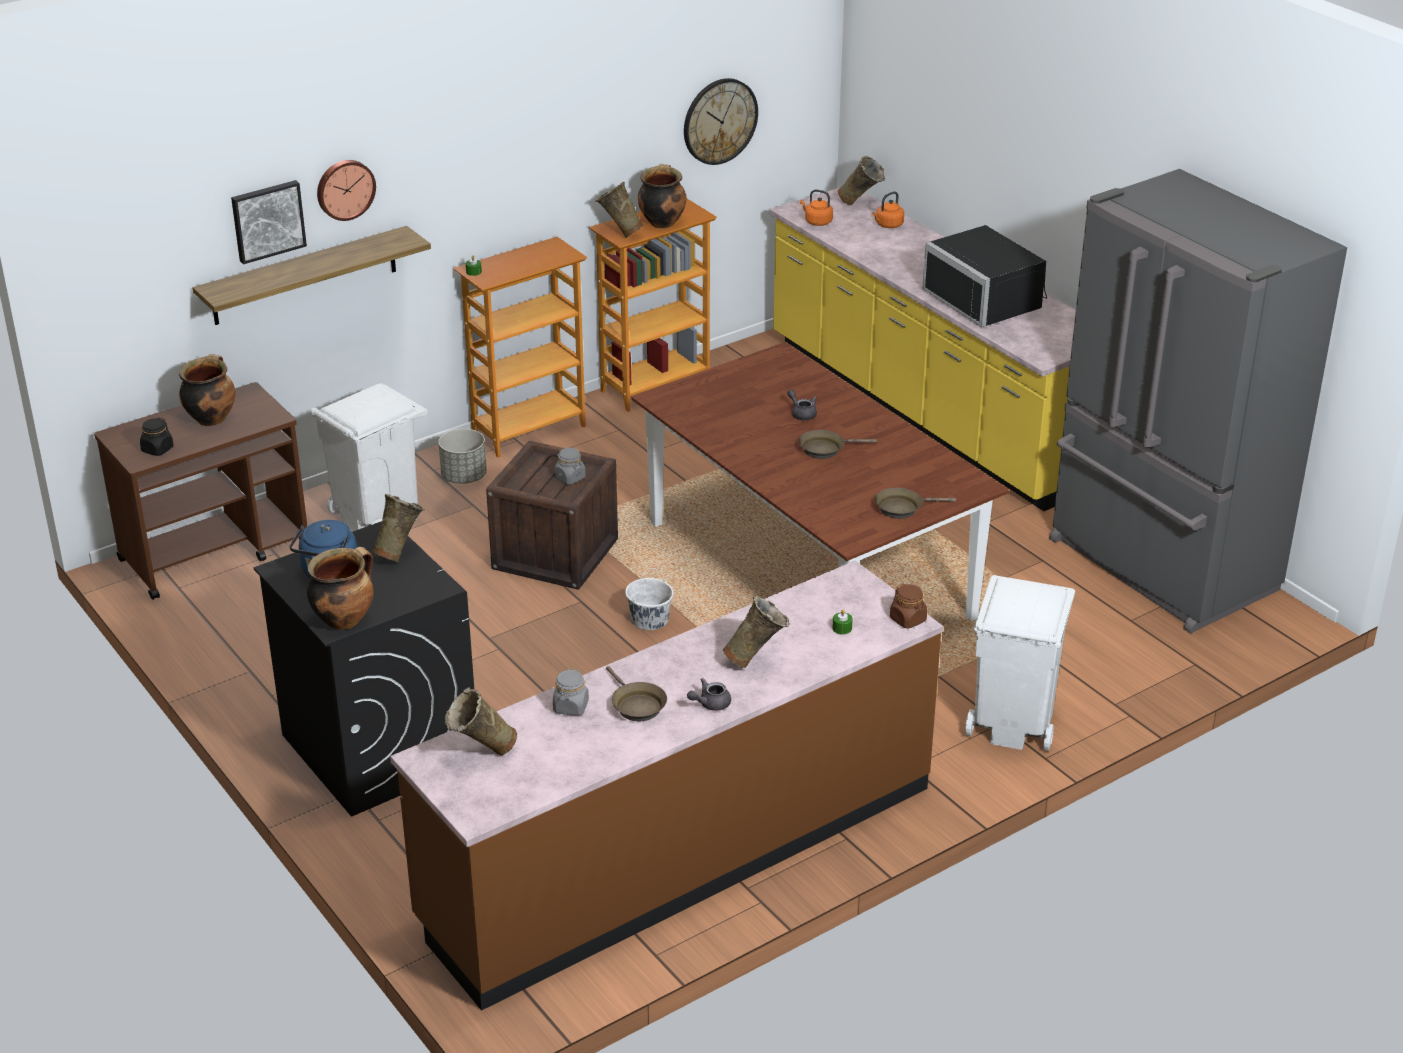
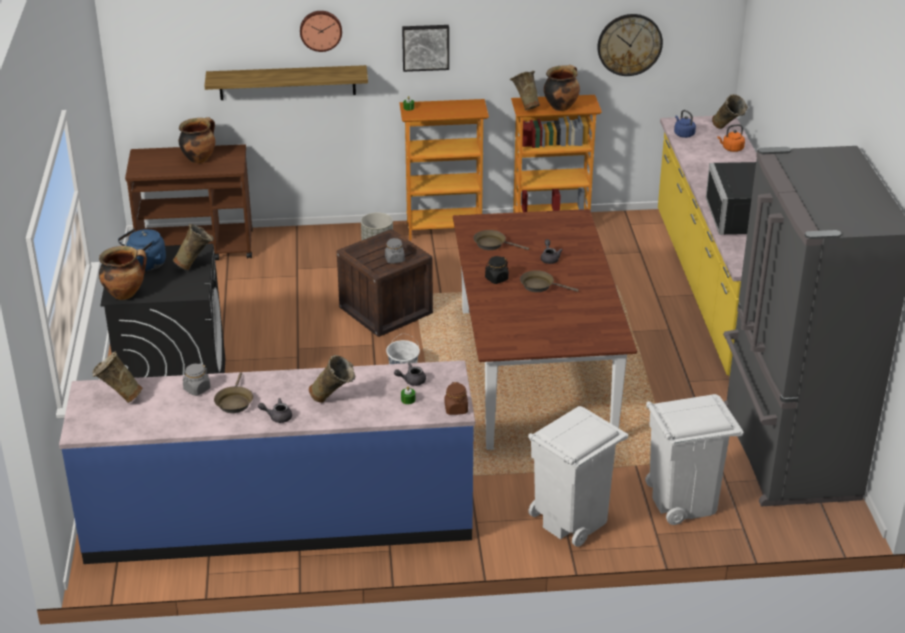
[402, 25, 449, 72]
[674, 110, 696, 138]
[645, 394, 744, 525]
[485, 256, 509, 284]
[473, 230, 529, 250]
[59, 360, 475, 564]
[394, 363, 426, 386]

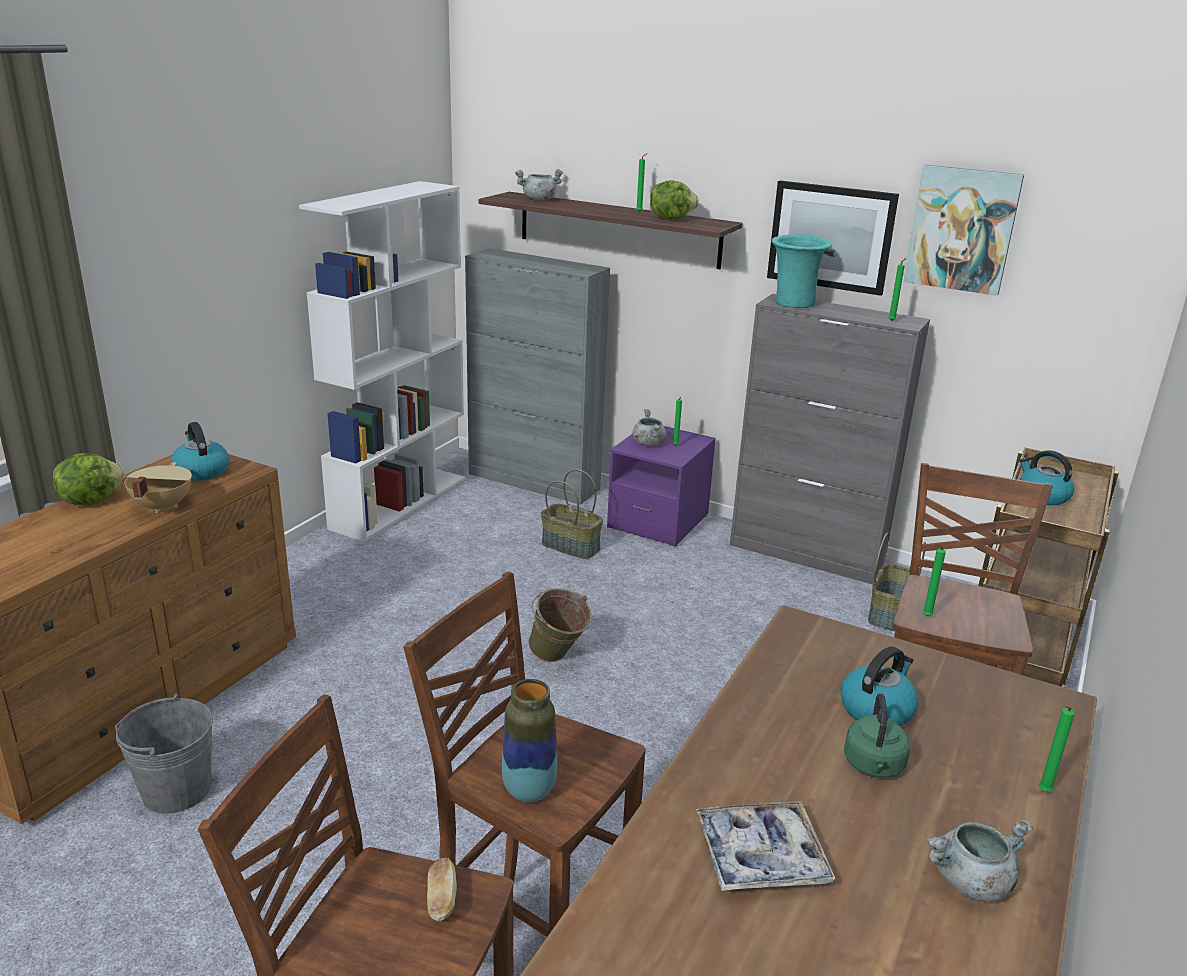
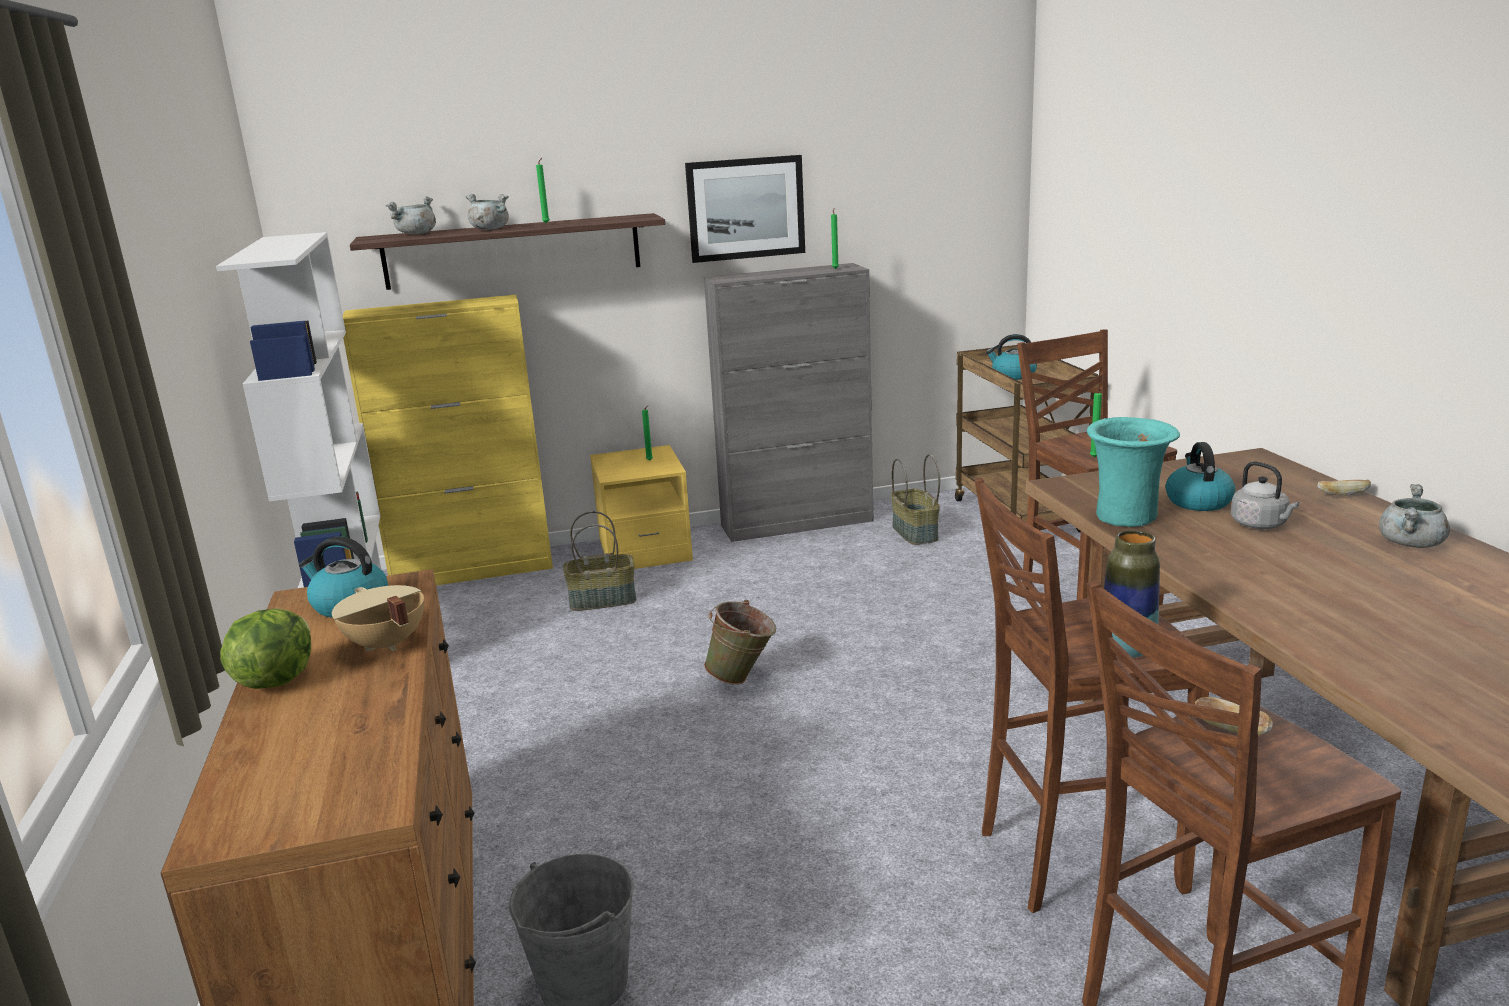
[903, 165, 1024, 296] (first image)
[650, 180, 699, 219] (first image)
[1087, 417, 1180, 527]
[343, 295, 553, 585]
[466, 194, 509, 230]
[590, 445, 693, 569]
[1231, 461, 1299, 529]
[1317, 480, 1371, 496]
[696, 801, 835, 891] (first image)

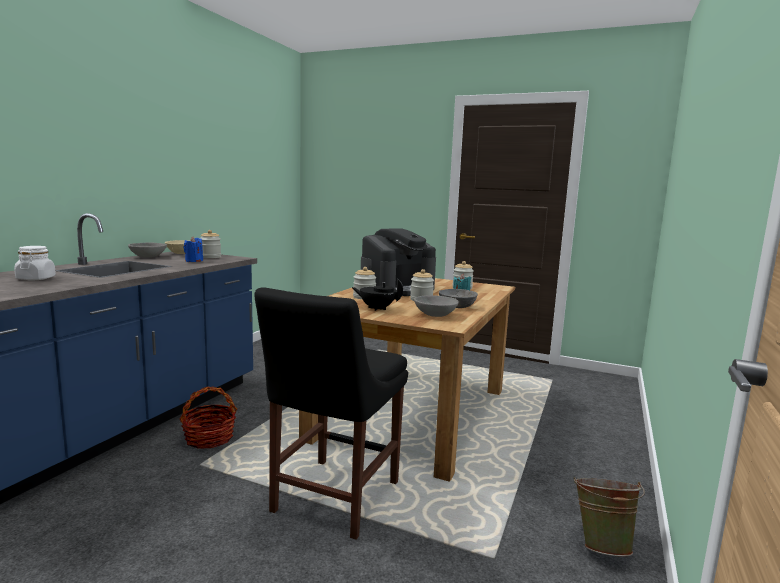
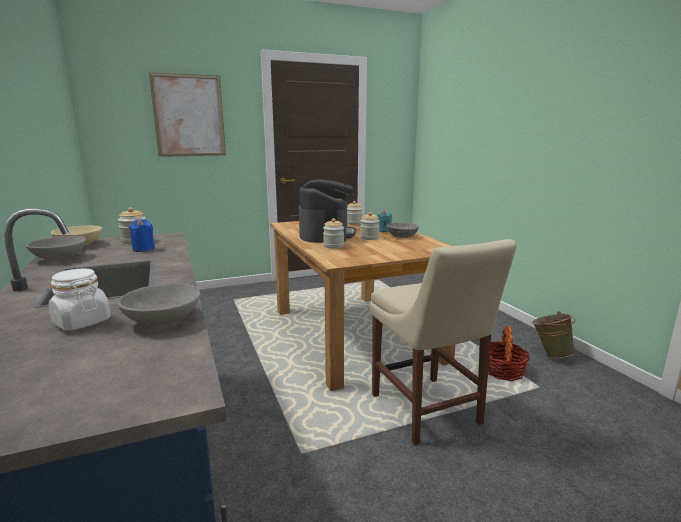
[352, 279, 403, 311] (first image)
[370, 239, 517, 445]
[117, 283, 200, 326]
[488, 326, 530, 381]
[149, 72, 226, 157]

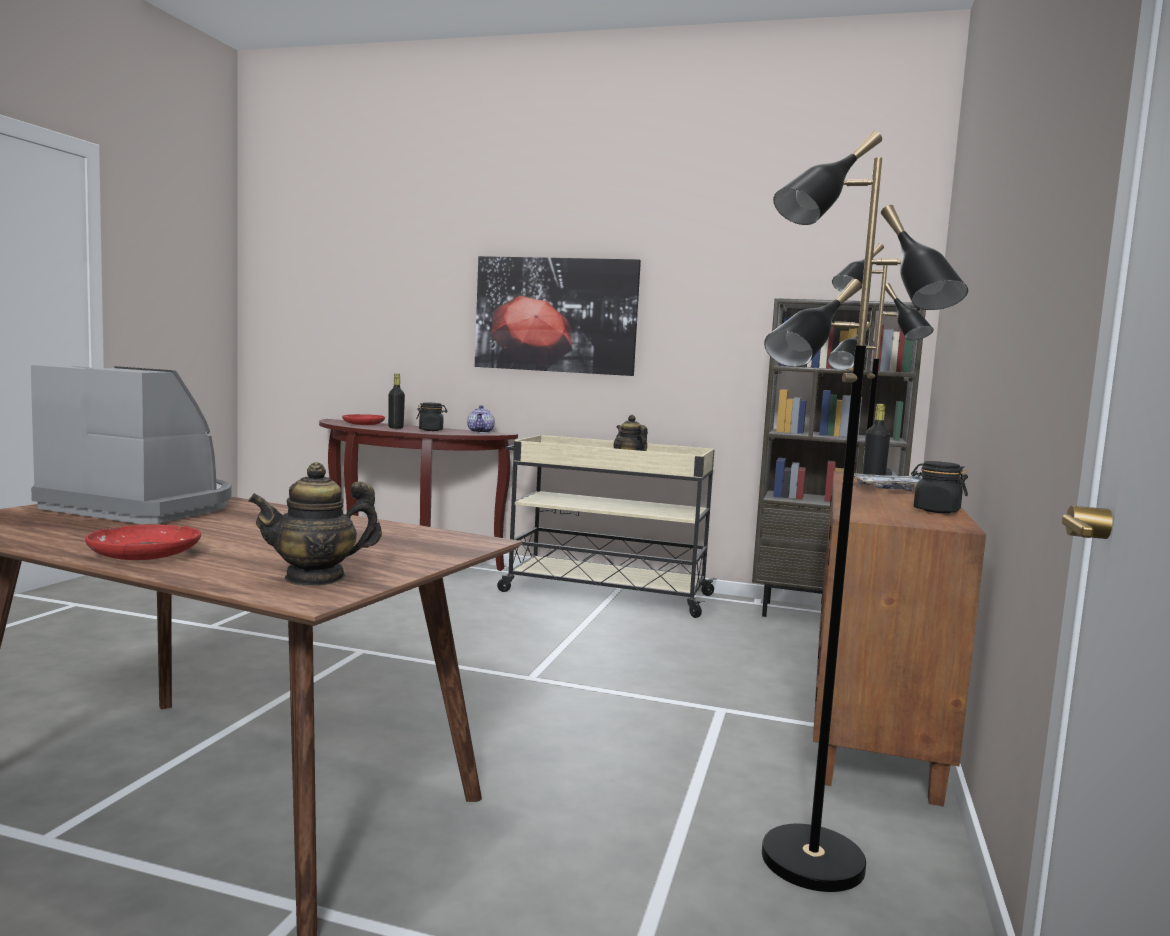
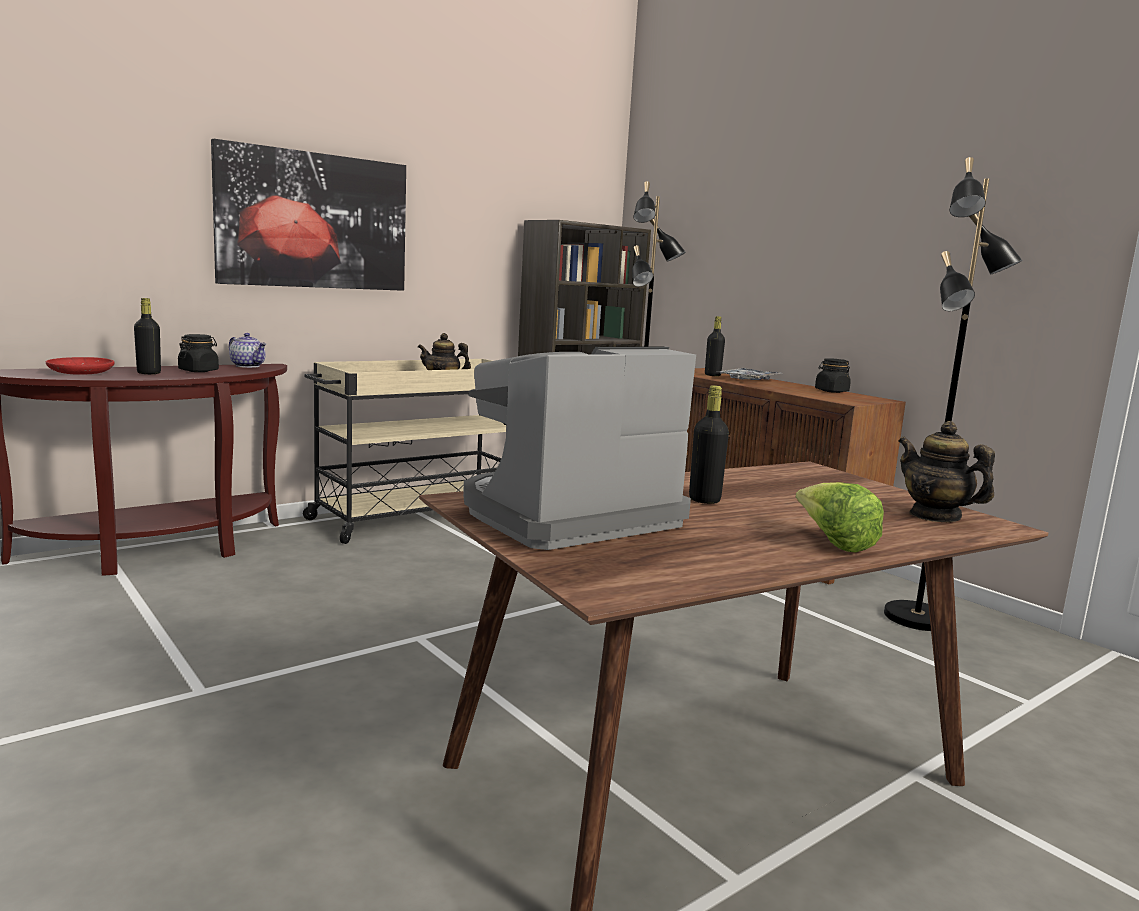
[898, 421, 995, 522]
[796, 482, 884, 552]
[689, 385, 729, 504]

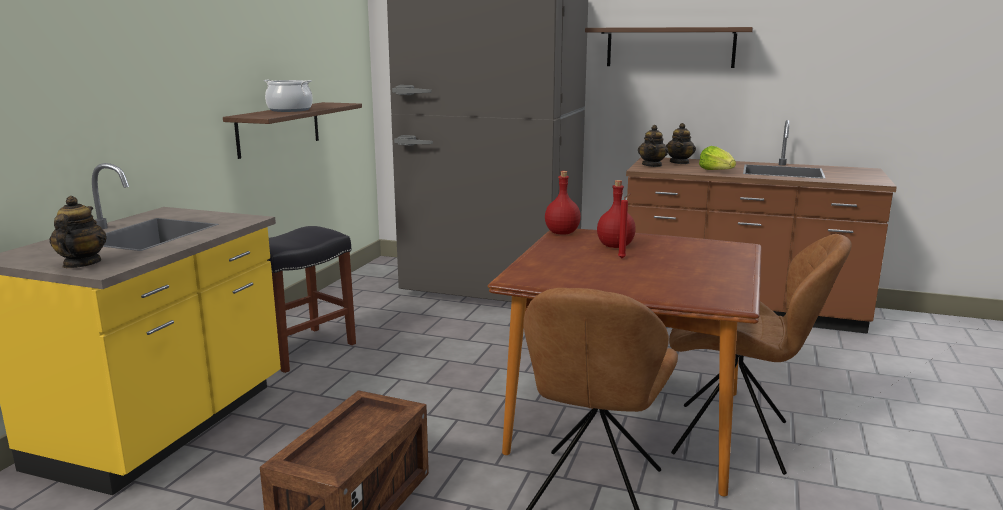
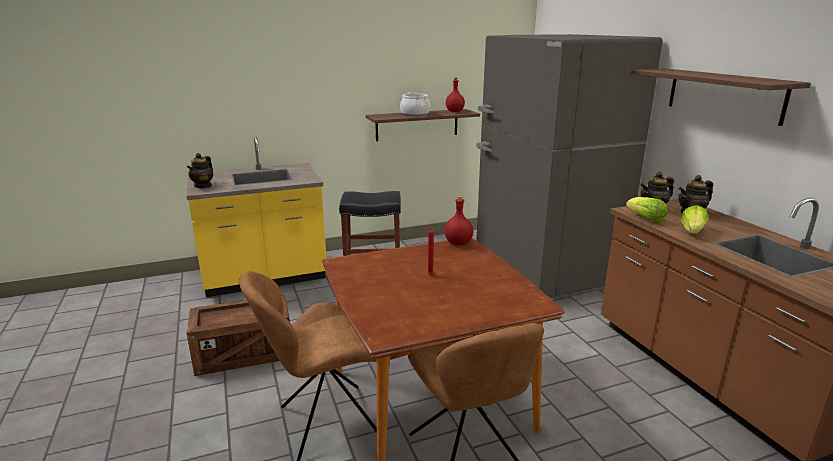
[446, 78, 465, 112]
[187, 153, 213, 188]
[626, 197, 667, 223]

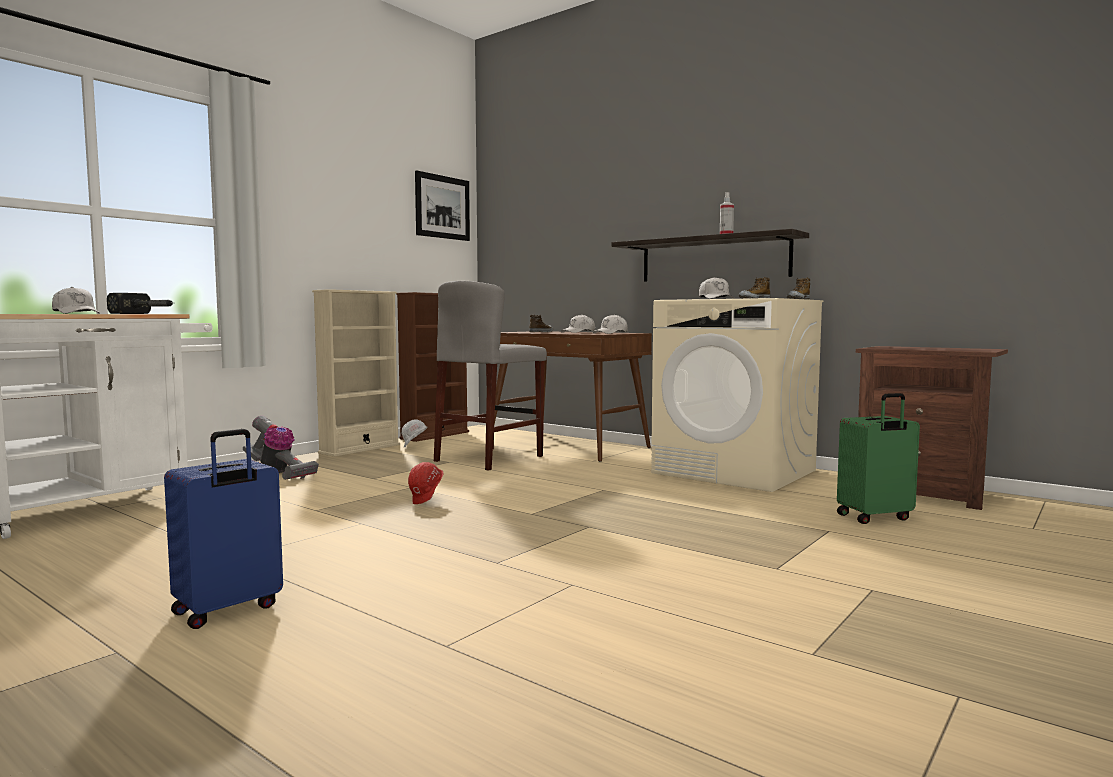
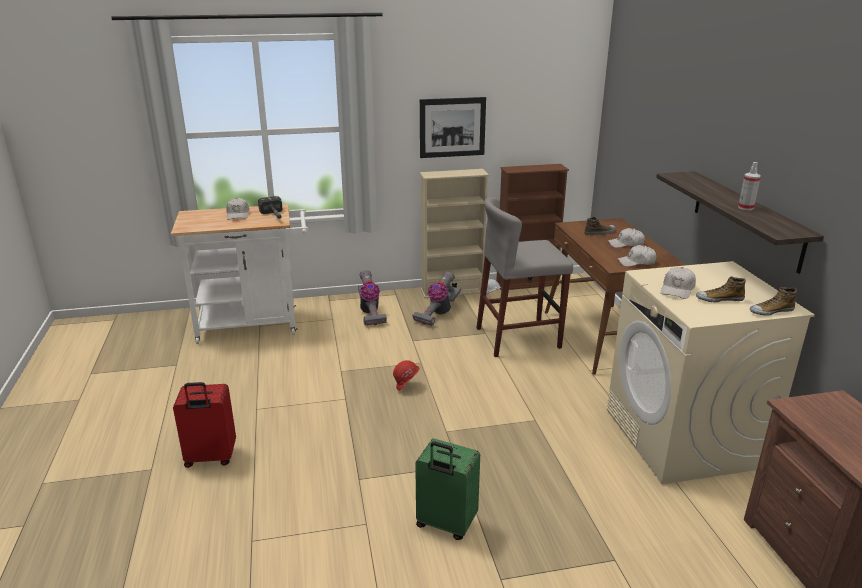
[420, 97, 486, 158]
[415, 439, 480, 540]
[173, 382, 236, 468]
[412, 272, 461, 326]

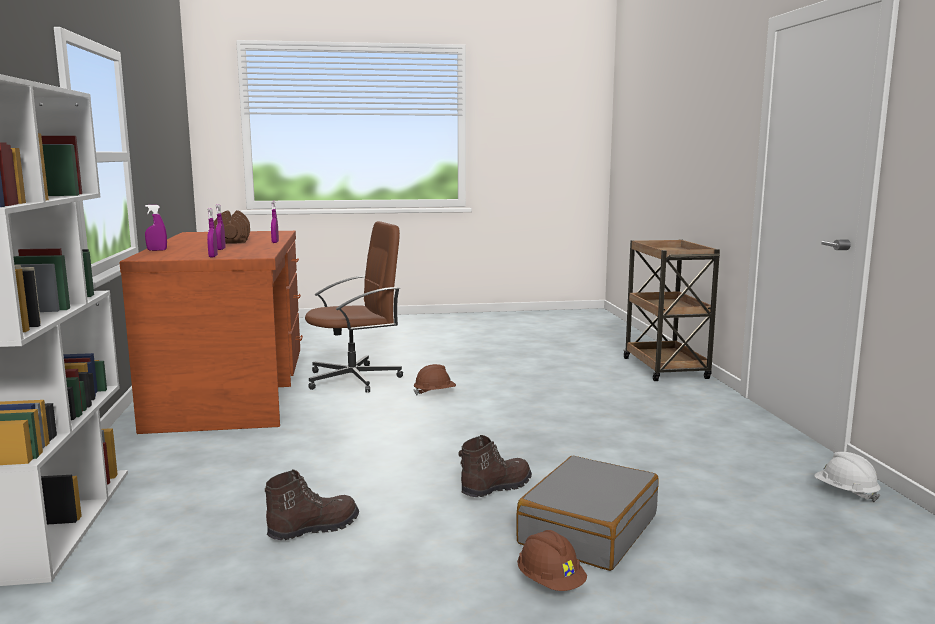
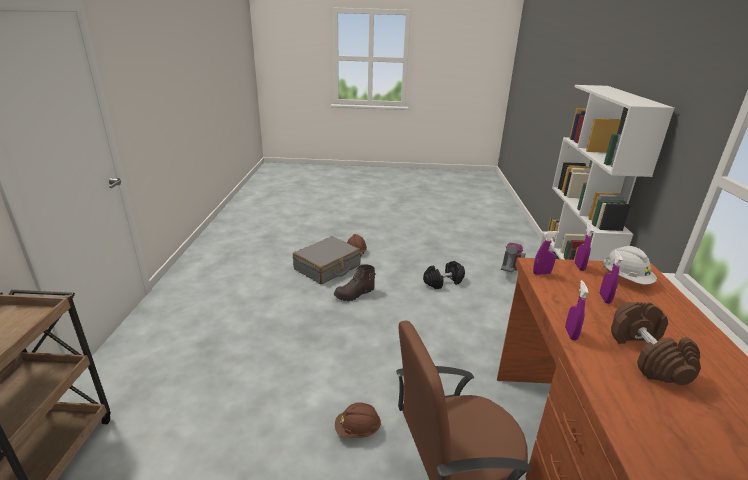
[533, 231, 559, 275]
[603, 246, 657, 285]
[423, 261, 465, 289]
[501, 243, 526, 272]

